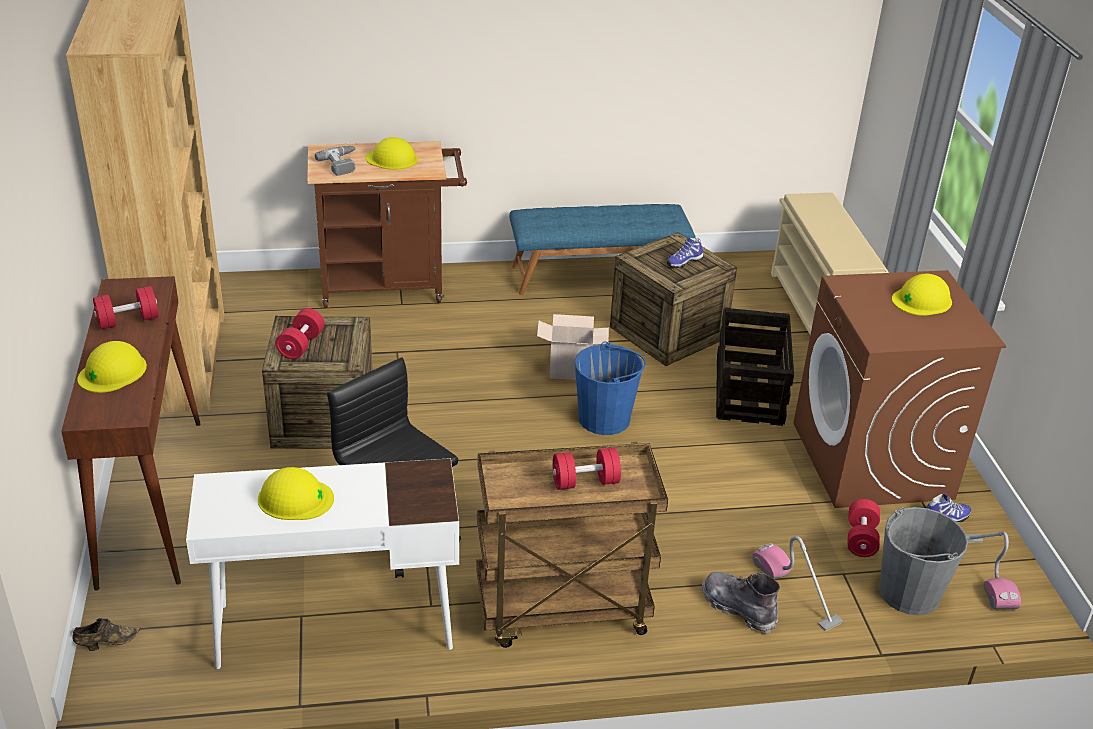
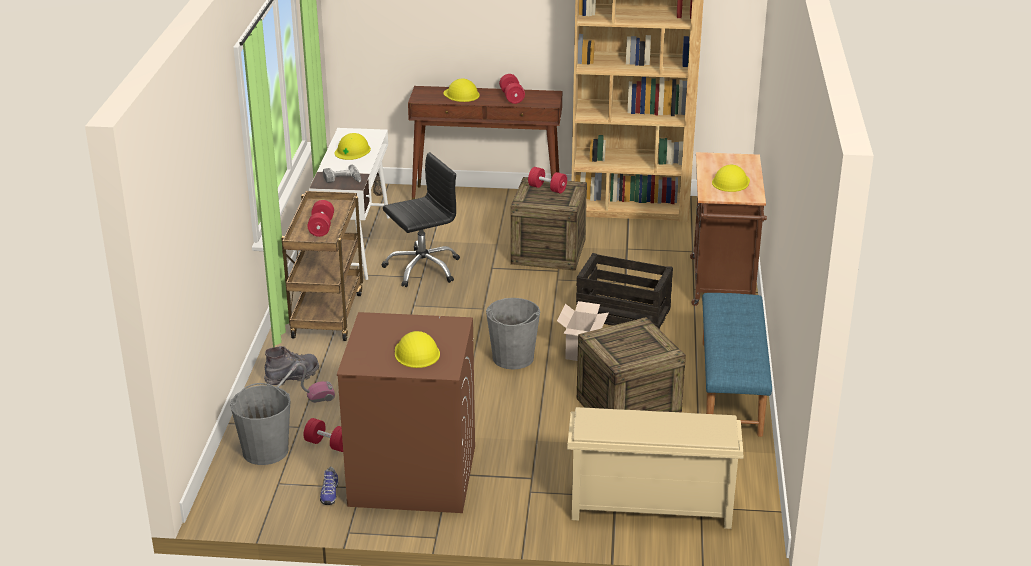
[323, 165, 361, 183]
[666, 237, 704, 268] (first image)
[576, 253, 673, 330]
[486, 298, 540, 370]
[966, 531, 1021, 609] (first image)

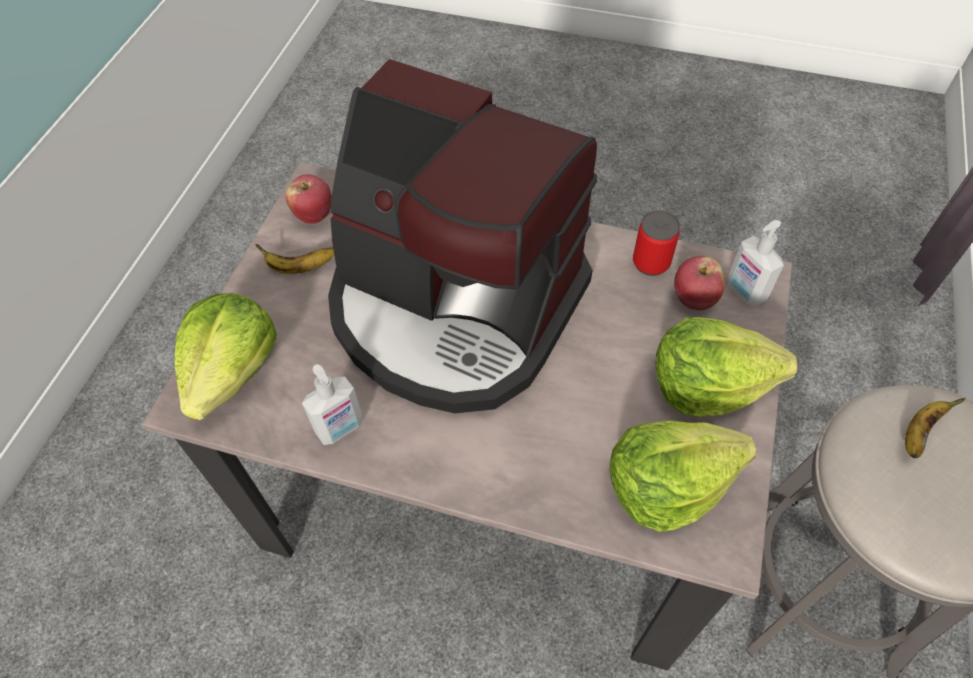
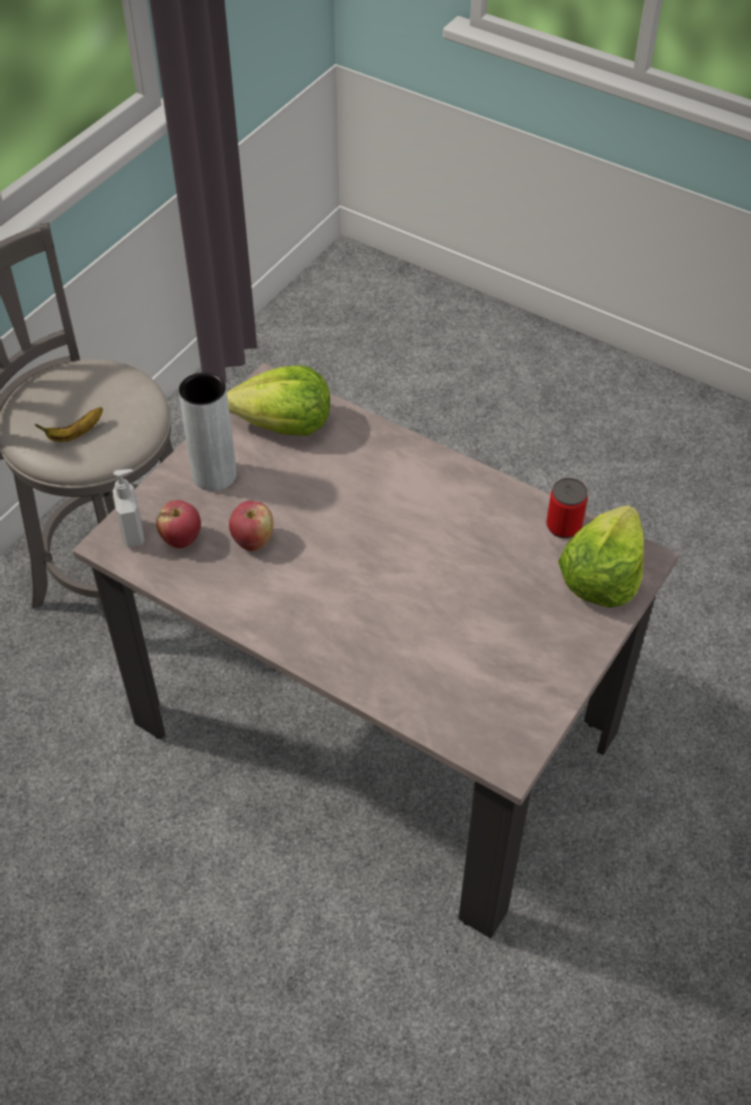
[328, 59, 597, 413] (first image)
[229, 501, 273, 551]
[546, 478, 588, 538]
[255, 244, 334, 274] (first image)
[178, 372, 236, 491]
[302, 365, 363, 445] (first image)

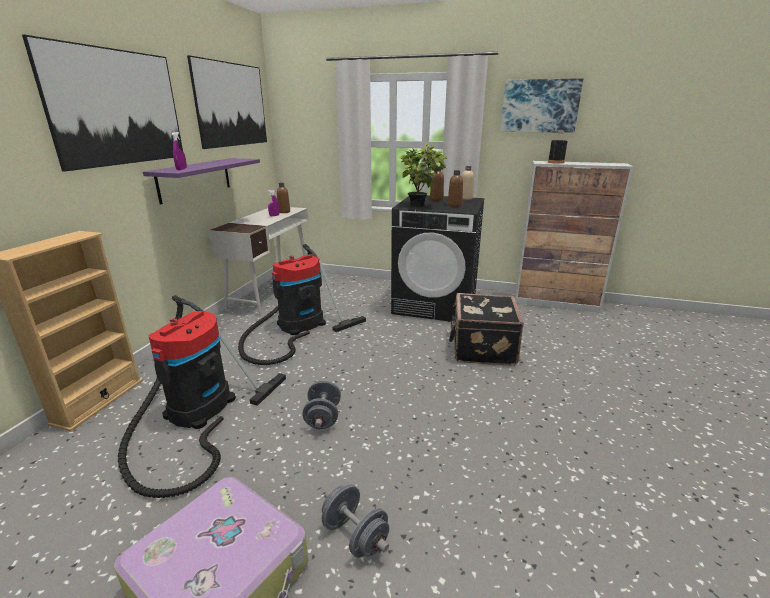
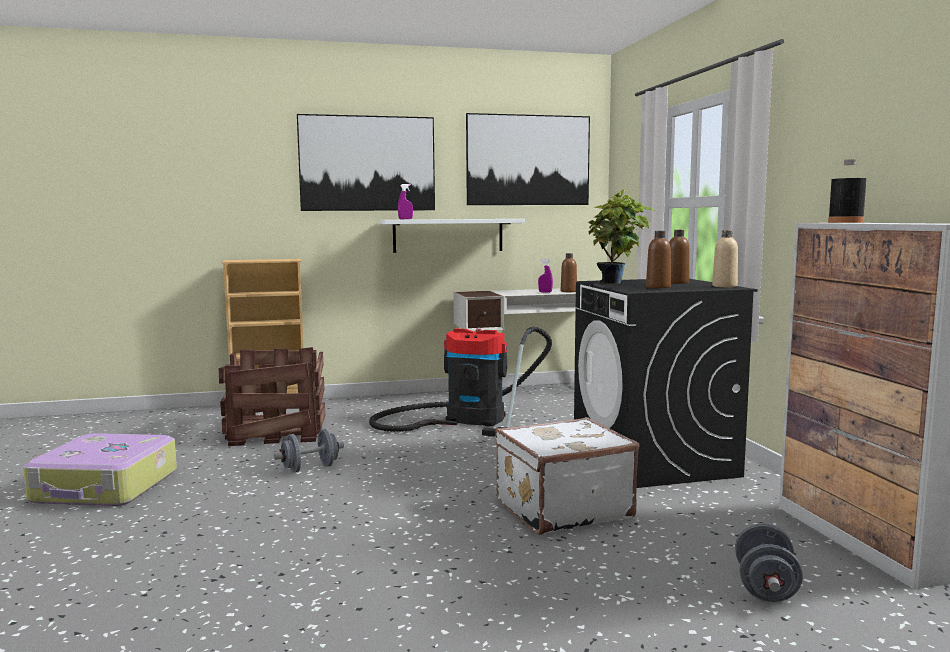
[500, 78, 583, 133] (first image)
[380, 219, 525, 253]
[495, 417, 639, 535]
[219, 347, 325, 446]
[735, 523, 803, 602]

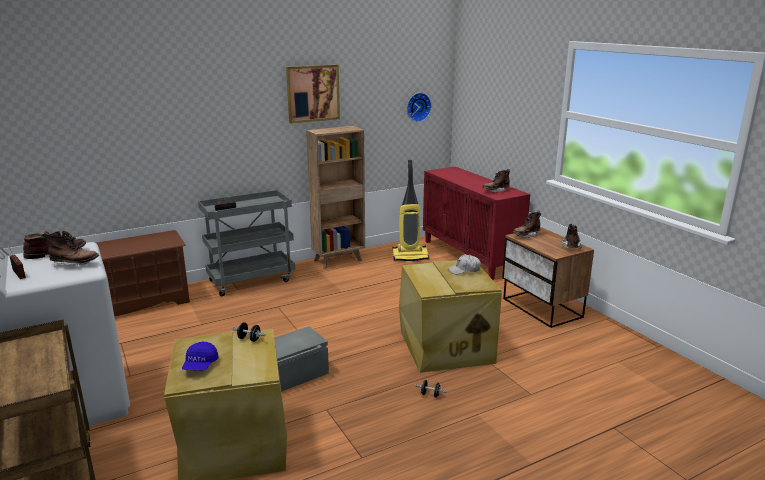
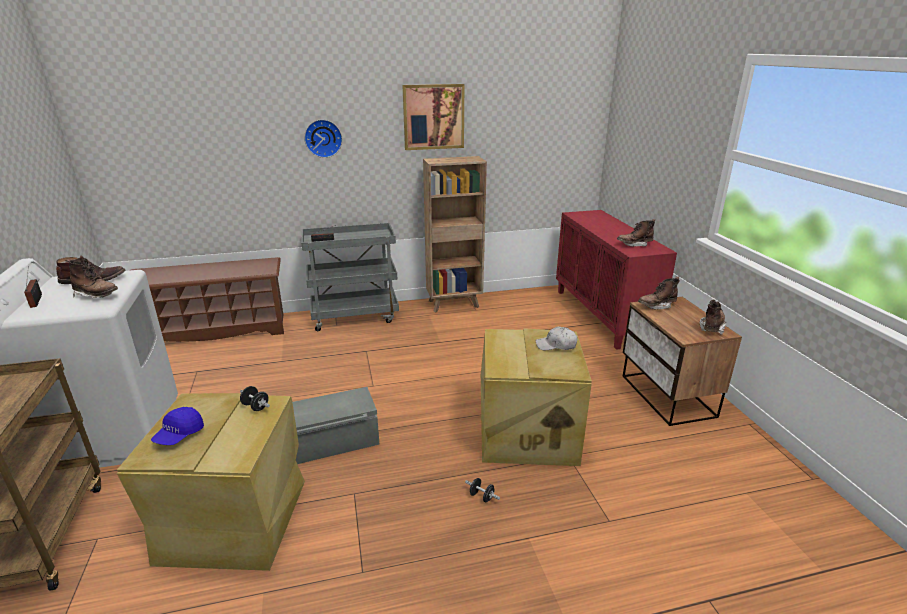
[304, 119, 342, 158]
[392, 160, 429, 261] (first image)

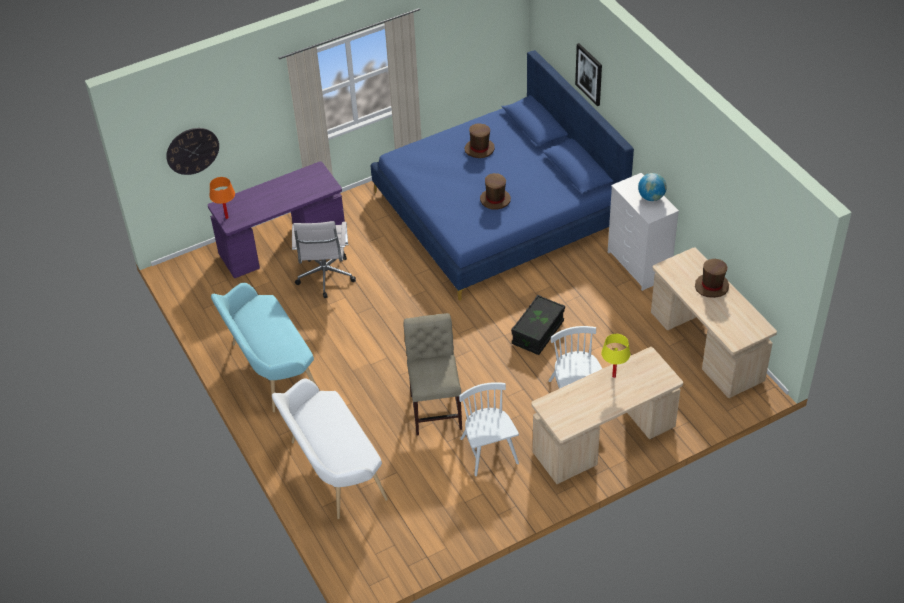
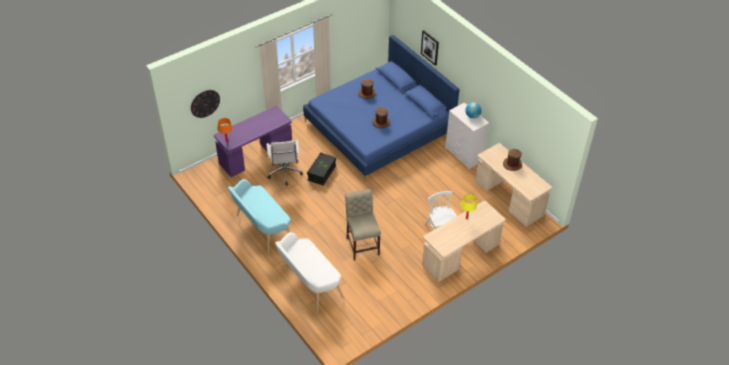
[307, 152, 336, 186]
[459, 382, 519, 476] (first image)

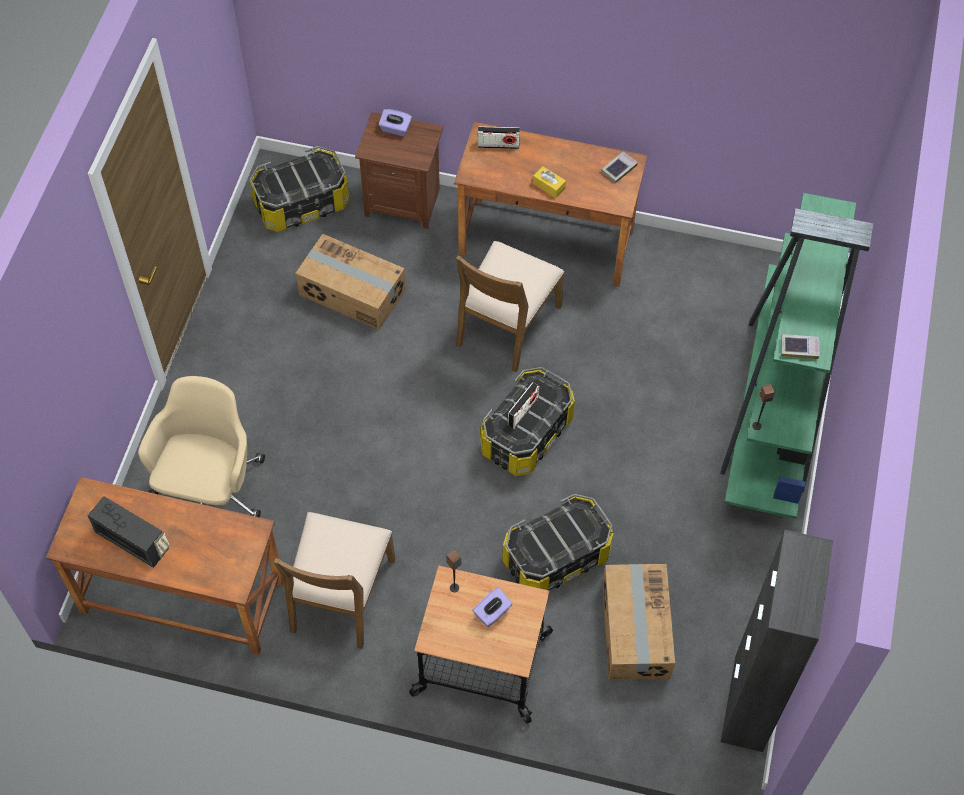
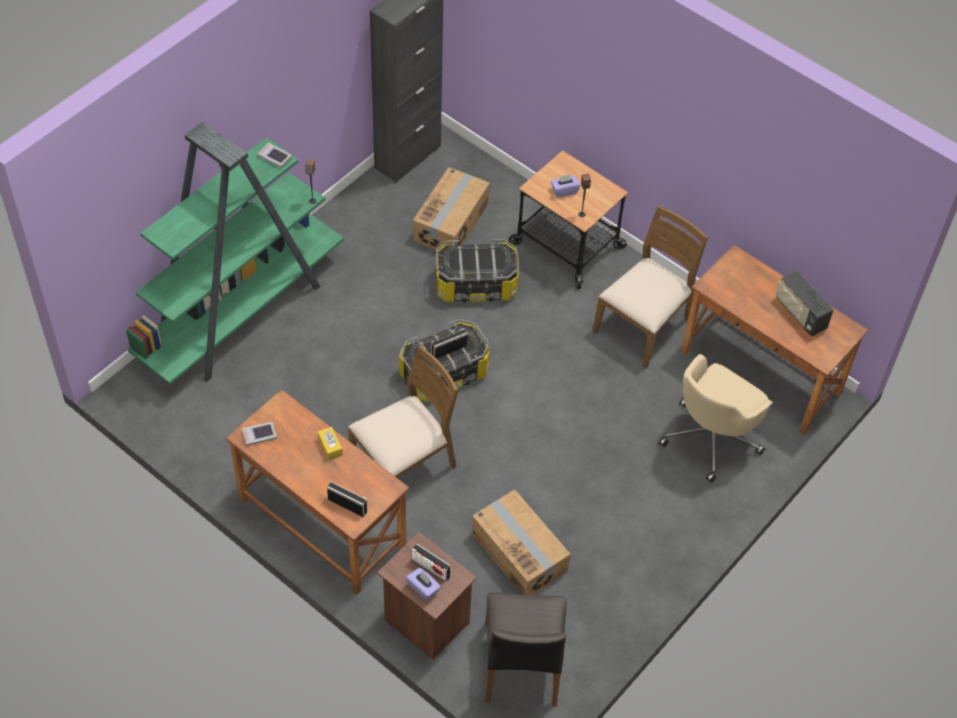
[485, 592, 567, 706]
[412, 543, 451, 583]

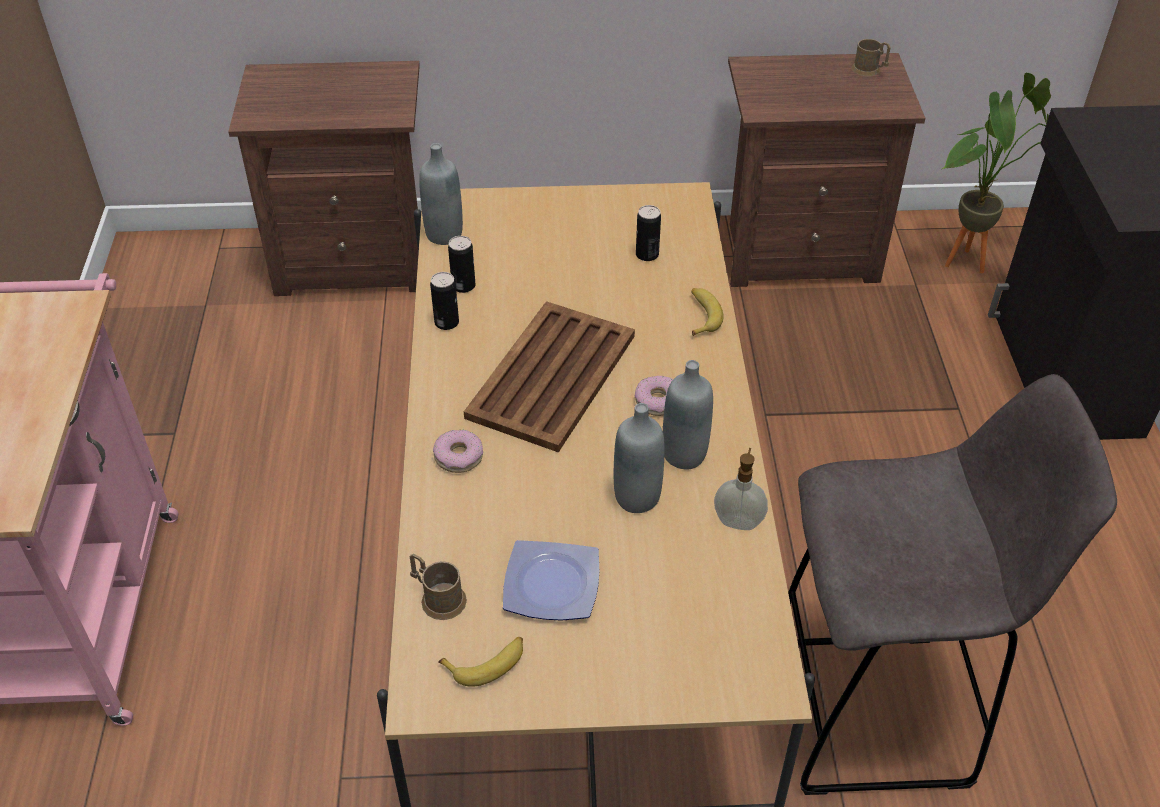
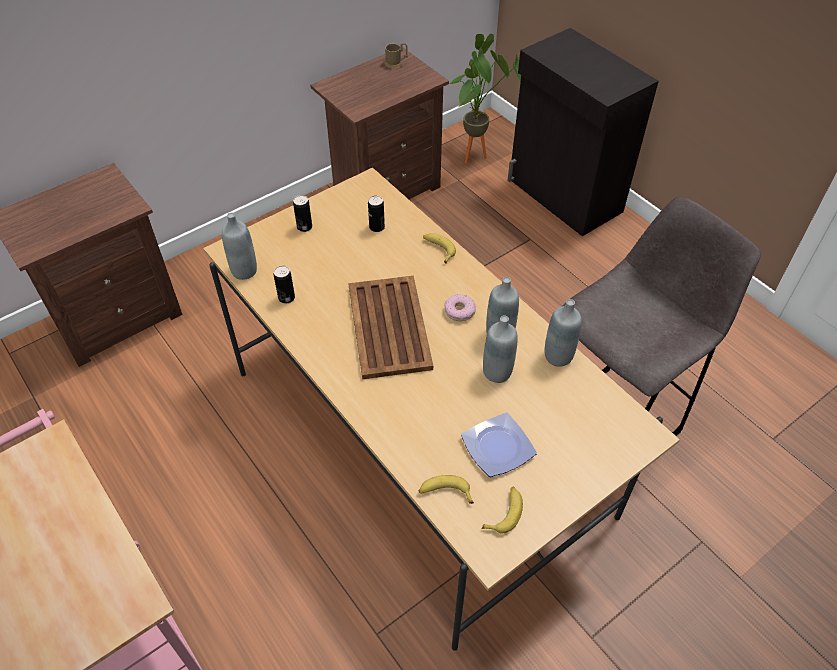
[293, 195, 312, 232]
[433, 430, 483, 473] (first image)
[545, 299, 582, 367]
[418, 475, 474, 504]

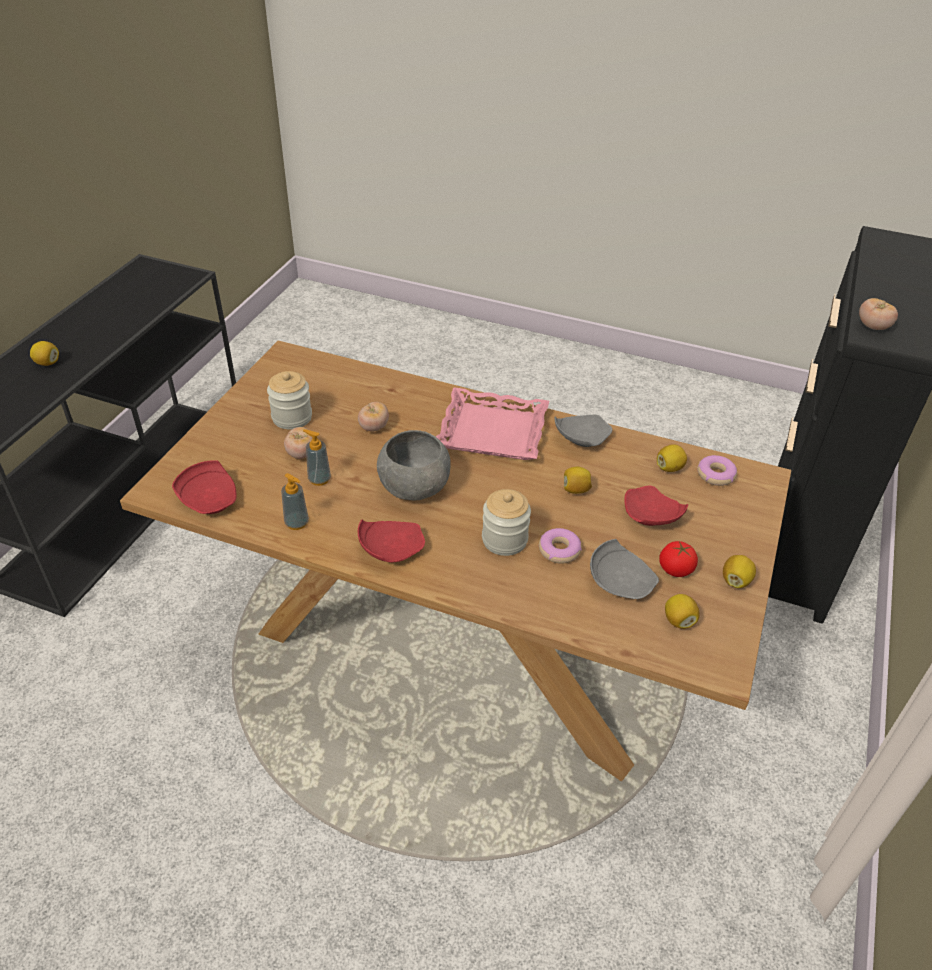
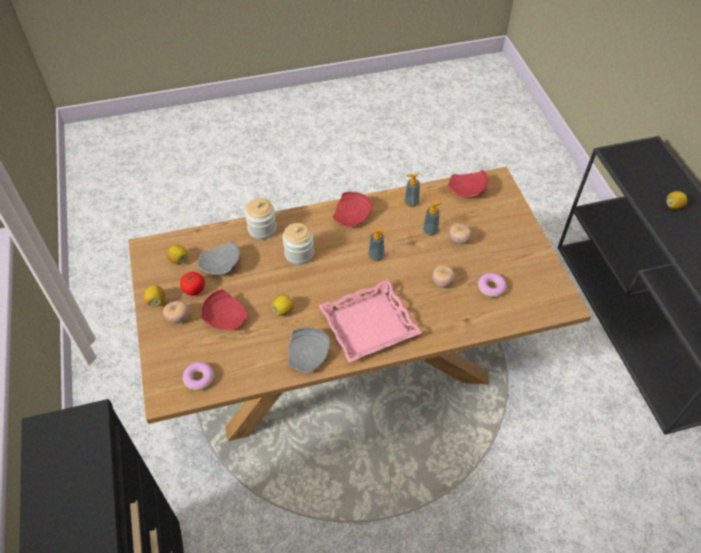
[163, 301, 190, 323]
[245, 198, 277, 240]
[368, 227, 385, 261]
[657, 444, 687, 472] (first image)
[478, 273, 507, 297]

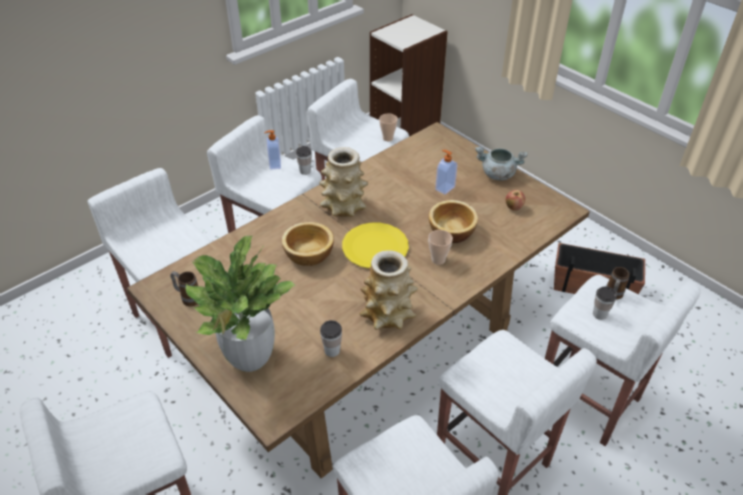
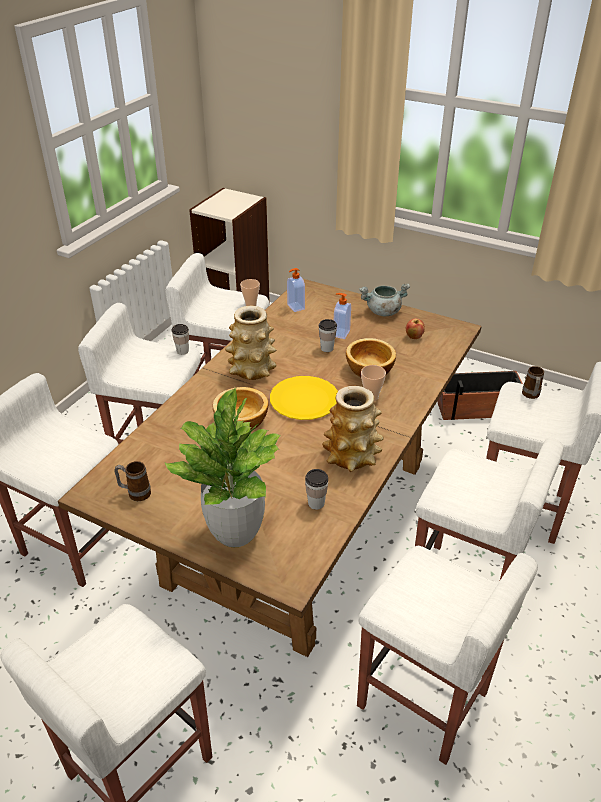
[287, 268, 305, 312]
[319, 319, 337, 352]

